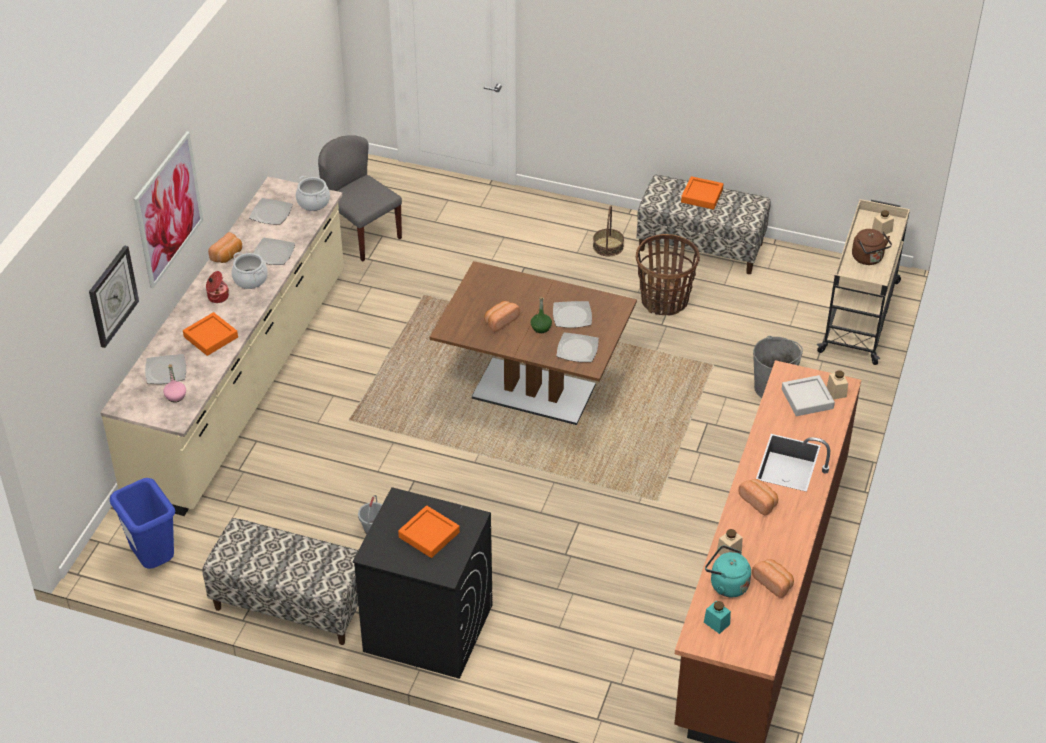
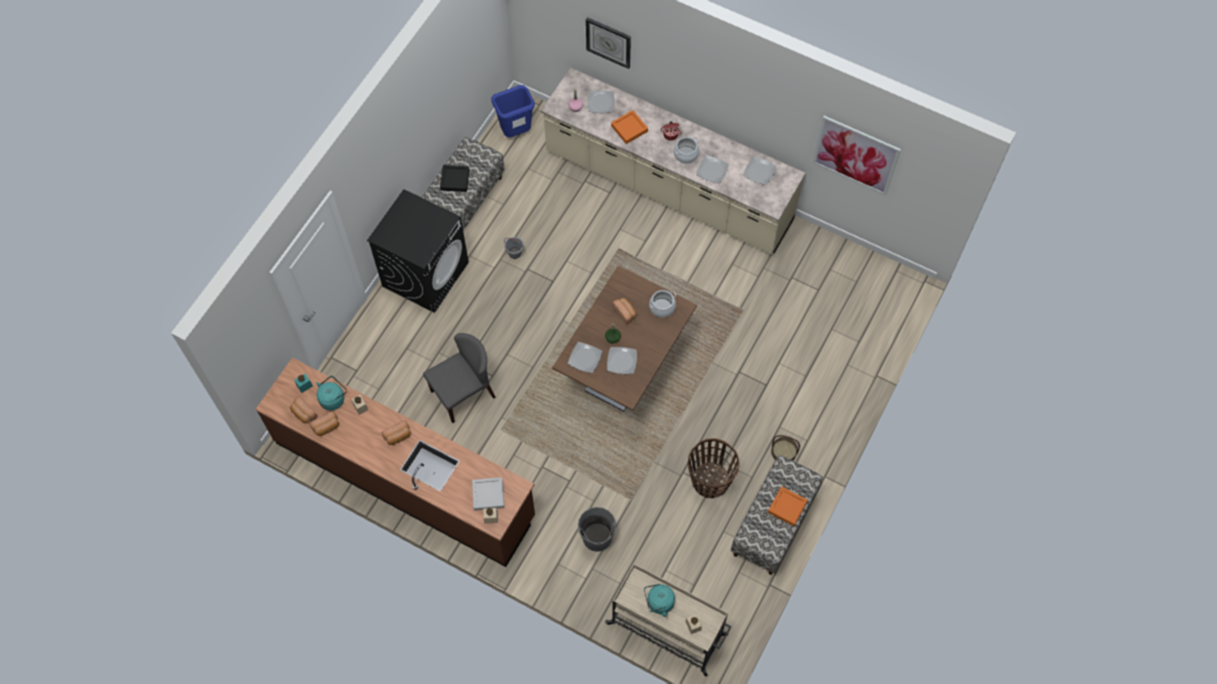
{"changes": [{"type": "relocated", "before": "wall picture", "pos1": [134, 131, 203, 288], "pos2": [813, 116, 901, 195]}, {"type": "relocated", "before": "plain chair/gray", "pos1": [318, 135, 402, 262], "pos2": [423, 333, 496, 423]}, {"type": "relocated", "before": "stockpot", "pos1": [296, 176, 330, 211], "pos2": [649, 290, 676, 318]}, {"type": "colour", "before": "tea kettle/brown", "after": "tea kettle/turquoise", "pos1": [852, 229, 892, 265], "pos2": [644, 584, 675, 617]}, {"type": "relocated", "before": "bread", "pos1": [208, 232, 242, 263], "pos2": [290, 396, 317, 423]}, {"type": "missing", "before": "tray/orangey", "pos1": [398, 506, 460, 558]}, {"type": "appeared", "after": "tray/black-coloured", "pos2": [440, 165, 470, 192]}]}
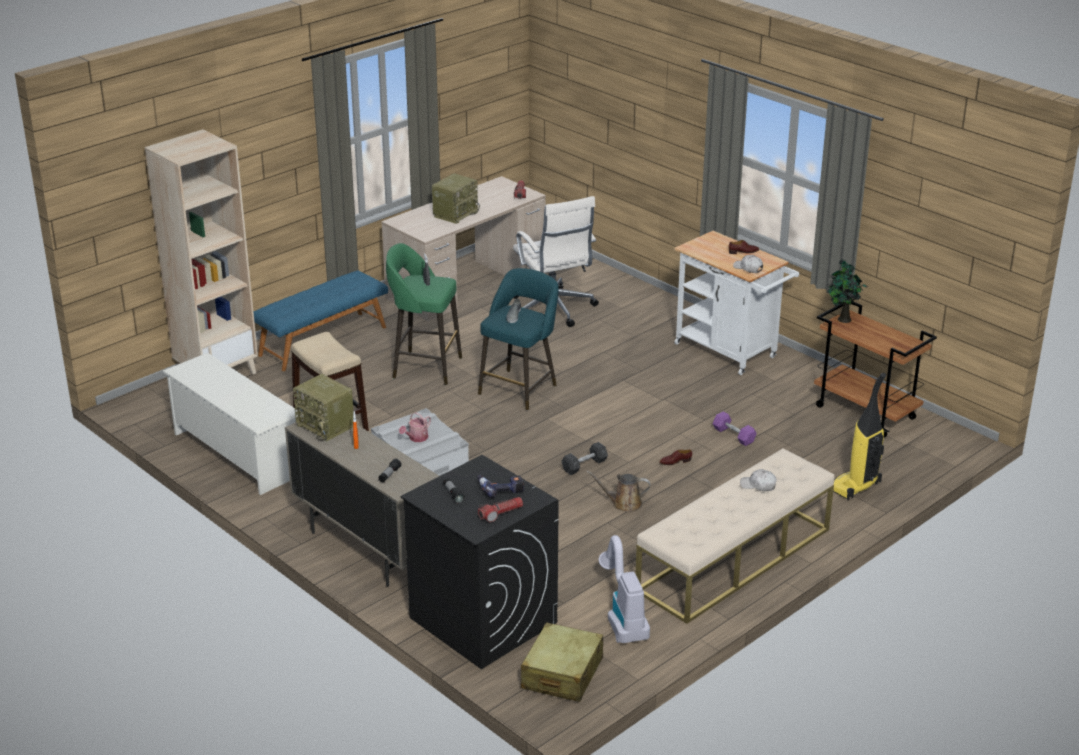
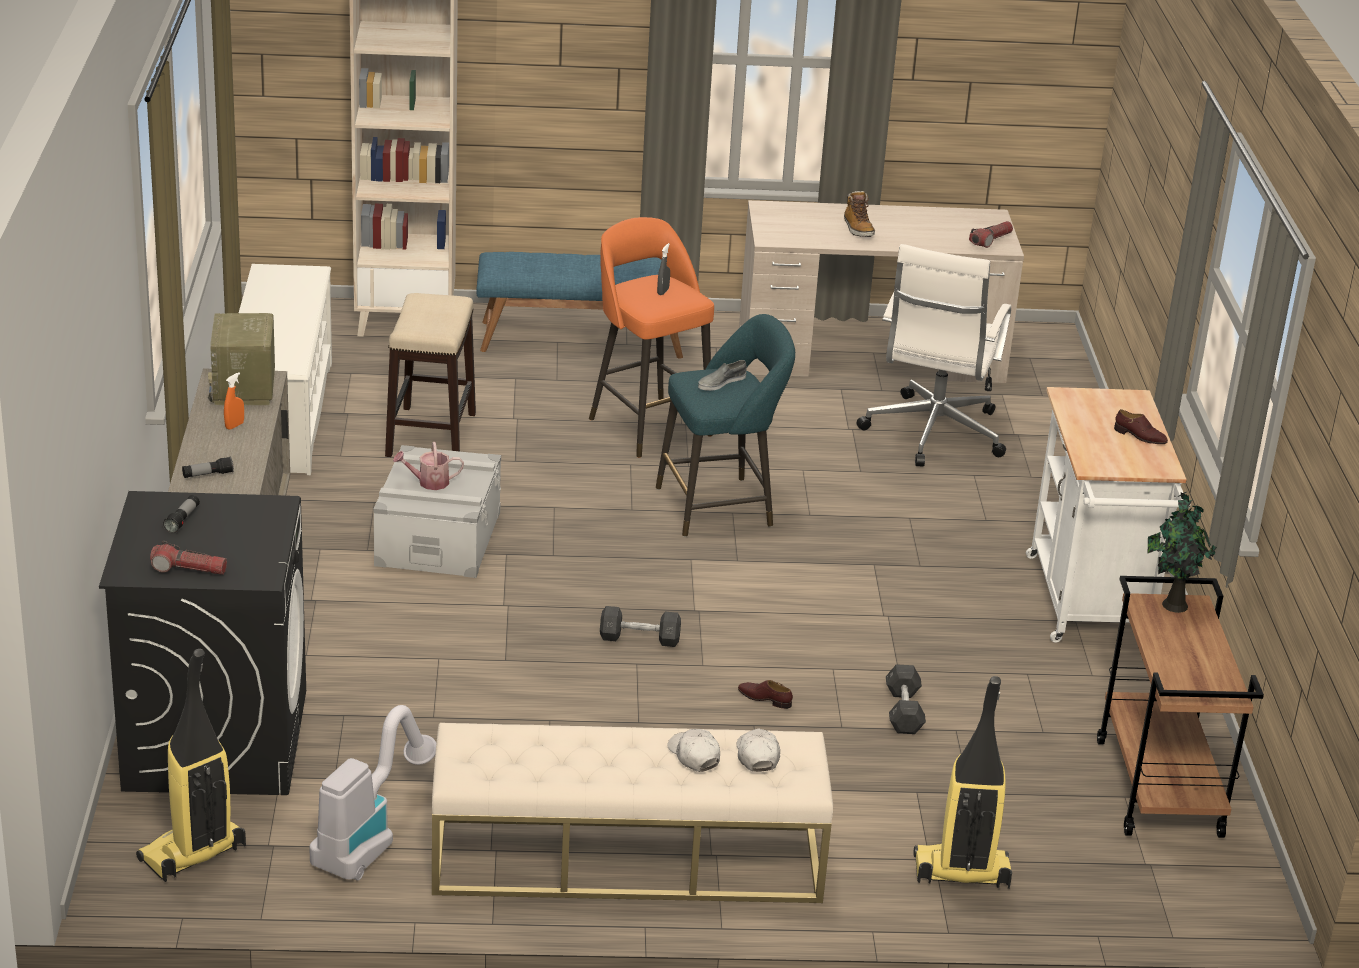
{"changes": [{"type": "exchanged", "before": "radio set", "after": "boot", "pos1": [432, 173, 480, 224], "pos2": [844, 191, 875, 237]}, {"type": "colour", "before": "sitting stool/greenish", "after": "sitting stool/orangey", "pos1": [386, 243, 462, 385], "pos2": [589, 217, 714, 458]}, {"type": "relocated", "before": "cap/whitish", "pos1": [733, 255, 763, 273], "pos2": [736, 729, 780, 772]}, {"type": "colour", "before": "hand weight/purplish", "after": "hand weight/gray", "pos1": [712, 411, 757, 446], "pos2": [886, 664, 926, 734]}, {"type": "missing", "before": "sprinkling can/brown", "pos1": [587, 471, 650, 512]}, {"type": "missing", "before": "drill", "pos1": [477, 475, 524, 498]}, {"type": "exchanged", "before": "travel case/beige", "after": "vacuum cleaner", "pos1": [521, 622, 603, 702], "pos2": [136, 649, 246, 882]}]}
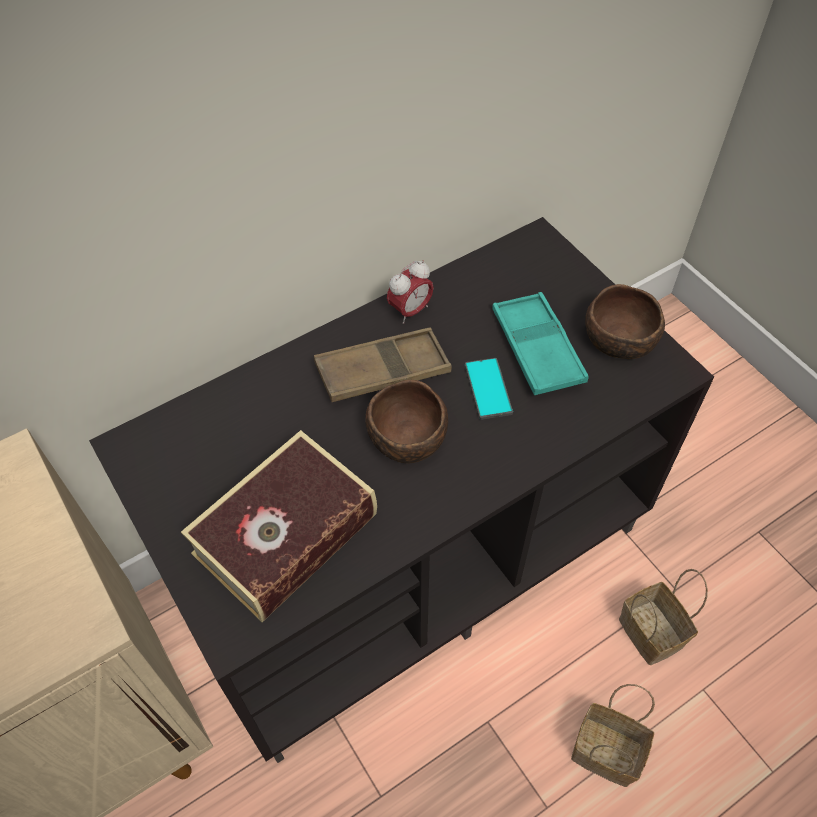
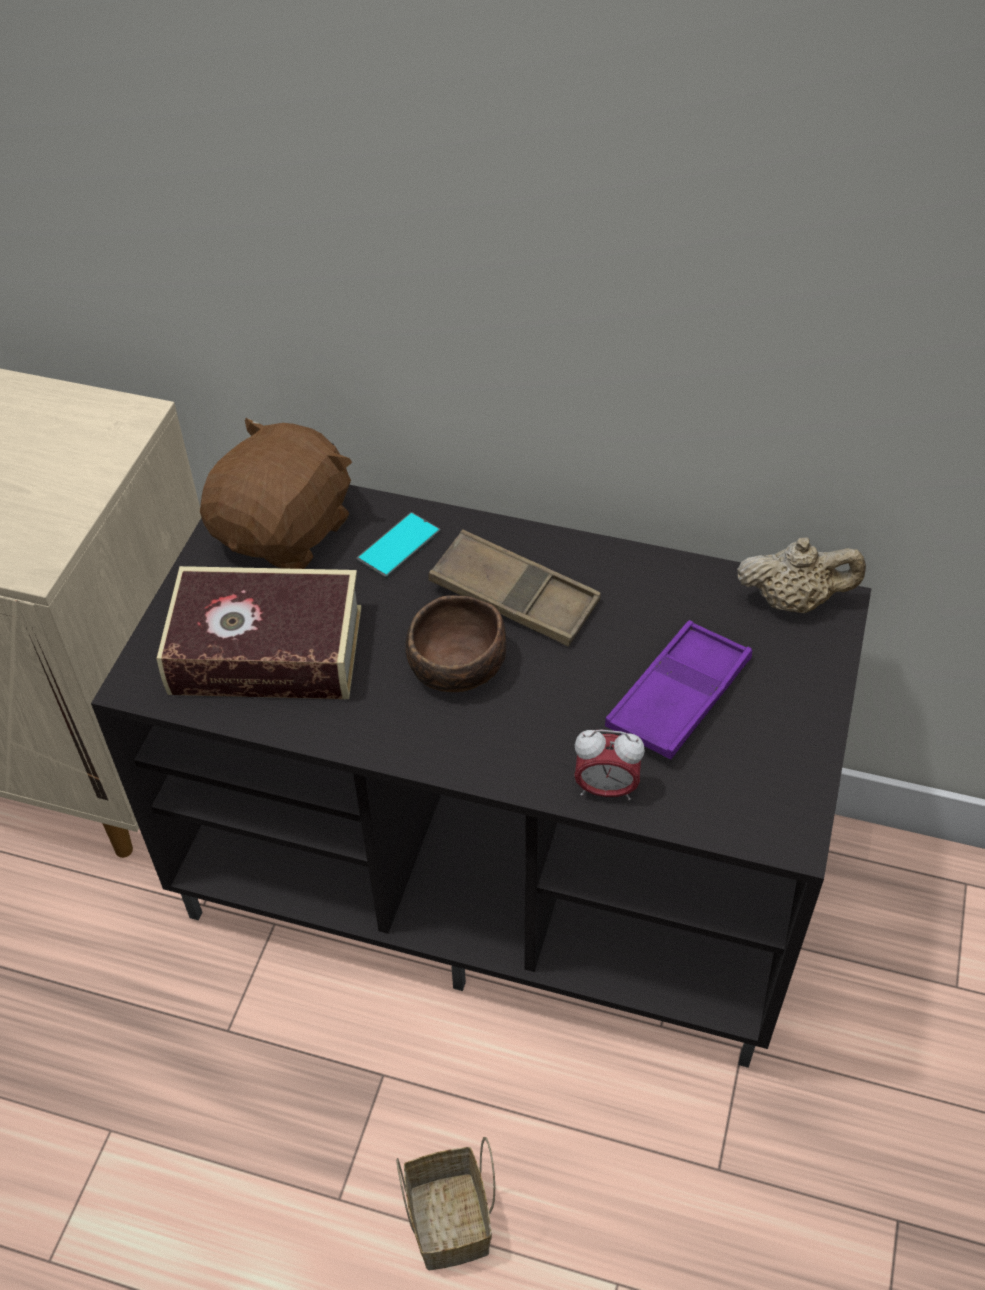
{"changes": [{"type": "relocated", "before": "table clock", "pos1": [387, 260, 434, 324], "pos2": [574, 729, 645, 800]}, {"type": "missing", "before": "bowl/brown", "pos1": [585, 284, 665, 359]}, {"type": "colour", "before": "tray/turquoise", "after": "tray/purplish", "pos1": [492, 292, 589, 395], "pos2": [605, 620, 752, 759]}, {"type": "relocated", "before": "telephone", "pos1": [465, 358, 513, 420], "pos2": [356, 512, 441, 579]}, {"type": "missing", "before": "storage basket", "pos1": [619, 569, 708, 665]}, {"type": "appeared", "after": "soft toy/brown", "pos2": [200, 418, 352, 569]}, {"type": "appeared", "after": "pot for tea/beige", "pos2": [737, 537, 866, 613]}]}
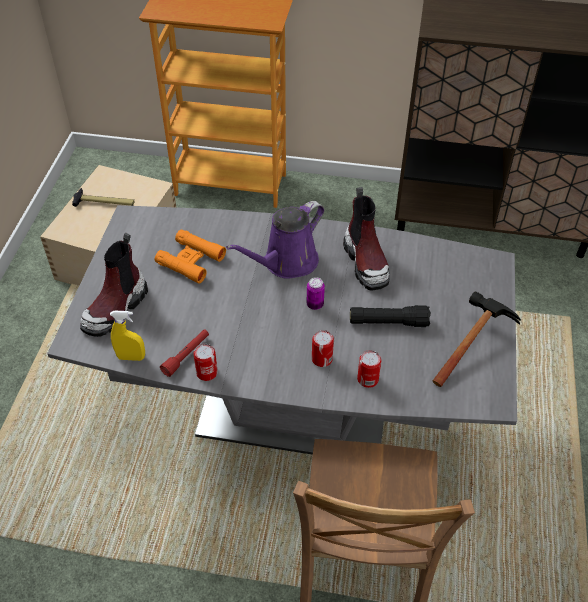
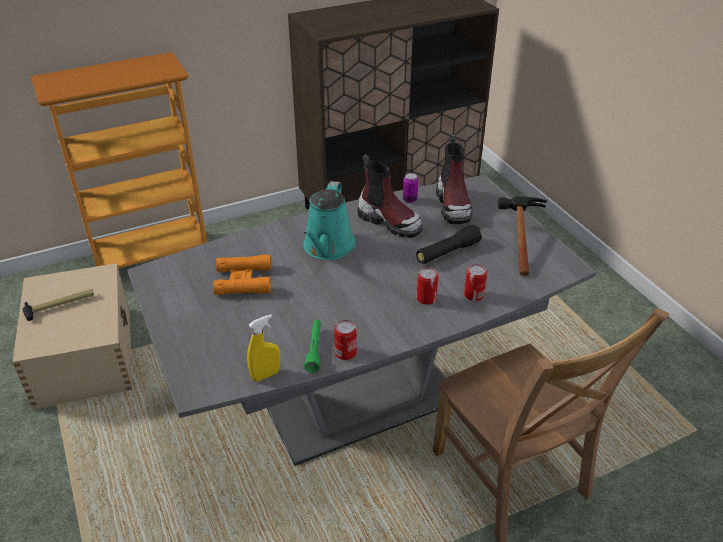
{"changes": [{"type": "colour", "before": "sprinkling can/purplish", "after": "sprinkling can/turquoise", "pos1": [226, 201, 324, 279], "pos2": [303, 181, 356, 260]}, {"type": "relocated", "before": "boot", "pos1": [80, 233, 148, 337], "pos2": [436, 135, 472, 224]}, {"type": "relocated", "before": "can", "pos1": [307, 277, 325, 310], "pos2": [403, 173, 419, 203]}, {"type": "colour", "before": "hand torch/red", "after": "hand torch/greenish", "pos1": [160, 329, 209, 377], "pos2": [304, 320, 321, 373]}]}
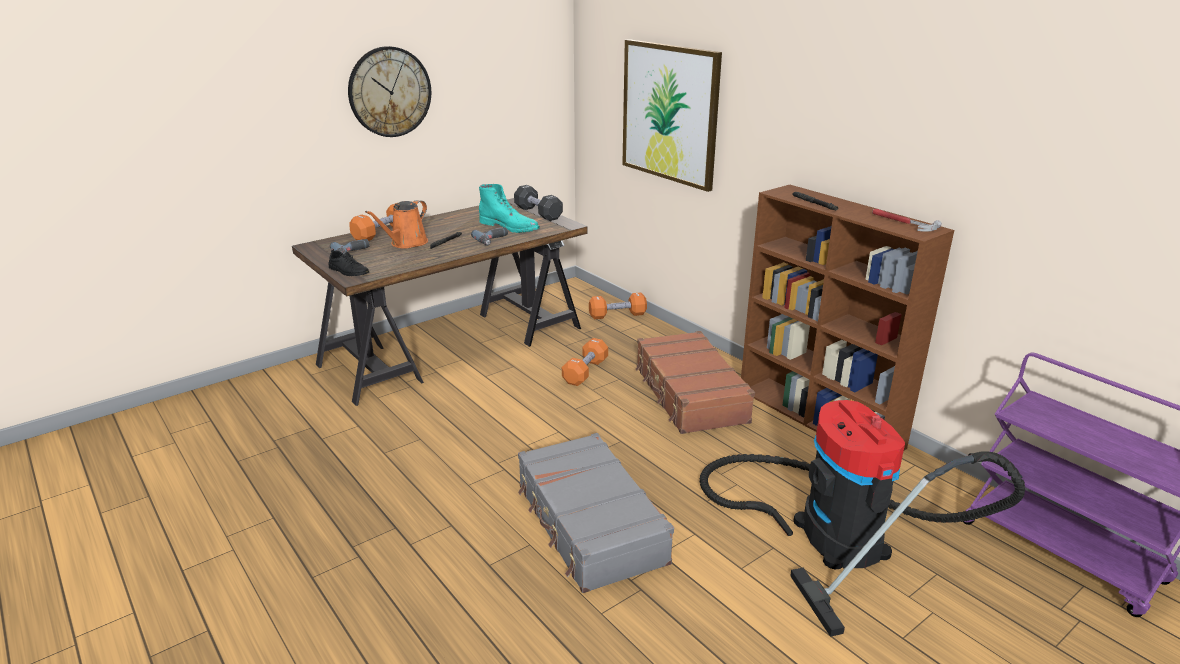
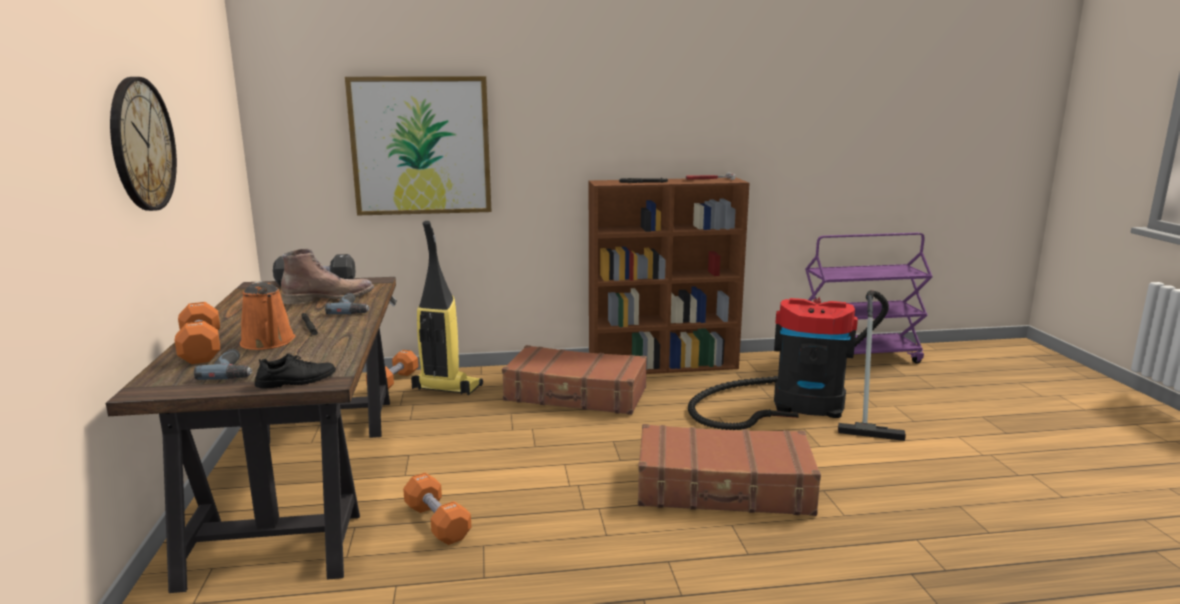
{"changes": [{"type": "colour", "before": "boot/turquoise", "after": "boot/brown", "pos1": [479, 184, 540, 233], "pos2": [281, 249, 374, 304]}, {"type": "relocated", "before": "hand weight/orangey", "pos1": [562, 338, 608, 386], "pos2": [403, 473, 471, 545]}, {"type": "colour", "before": "travel case/gray", "after": "travel case/brown", "pos1": [518, 433, 674, 593], "pos2": [638, 424, 821, 516]}, {"type": "appeared", "after": "vacuum cleaner", "pos2": [411, 221, 483, 395]}]}
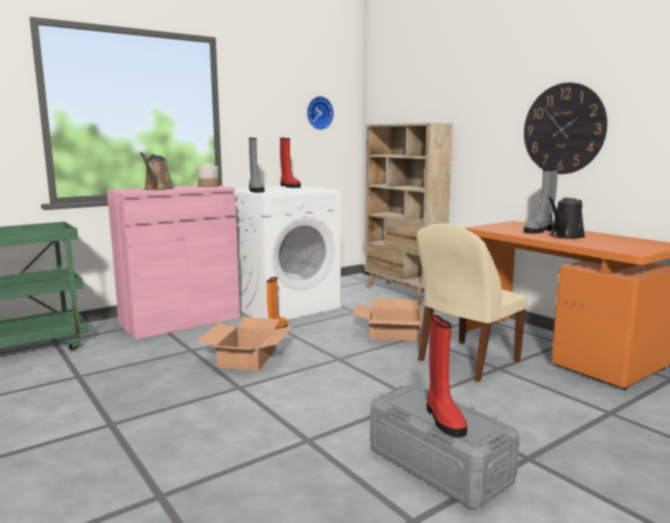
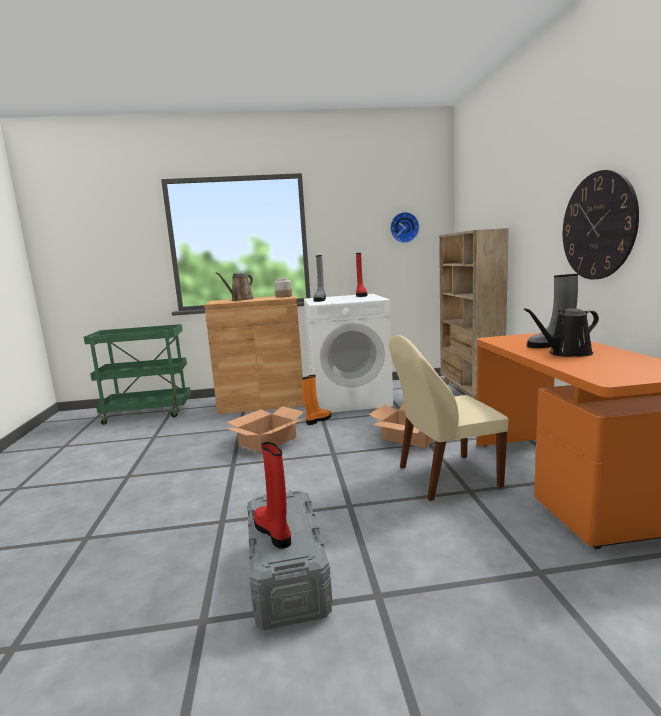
{"changes": [{"type": "colour", "before": "cupboard/pink-coloured", "after": "cupboard/brown", "pos1": [107, 185, 240, 339], "pos2": [204, 295, 305, 414]}, {"type": "spun", "before": "boot/red", "pos1": [427, 315, 467, 438], "pos2": [254, 442, 291, 549], "turn": 135}]}
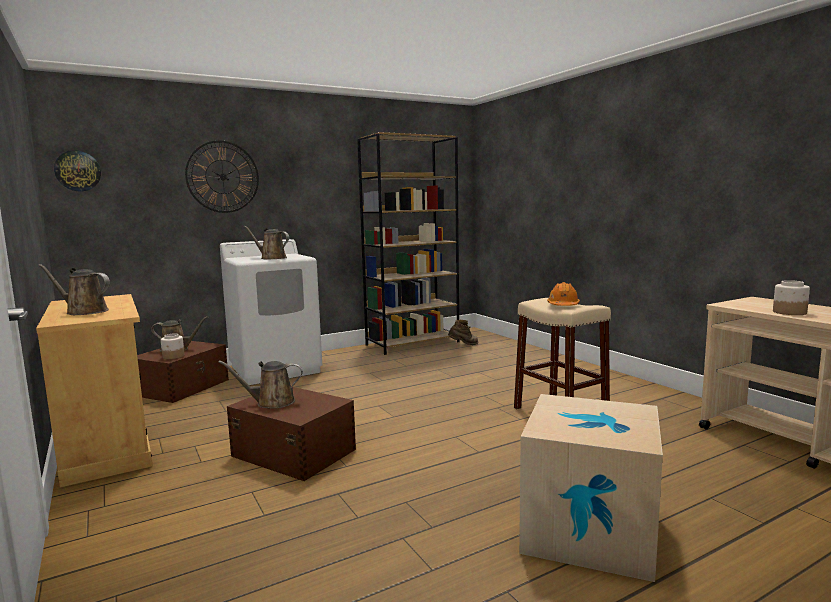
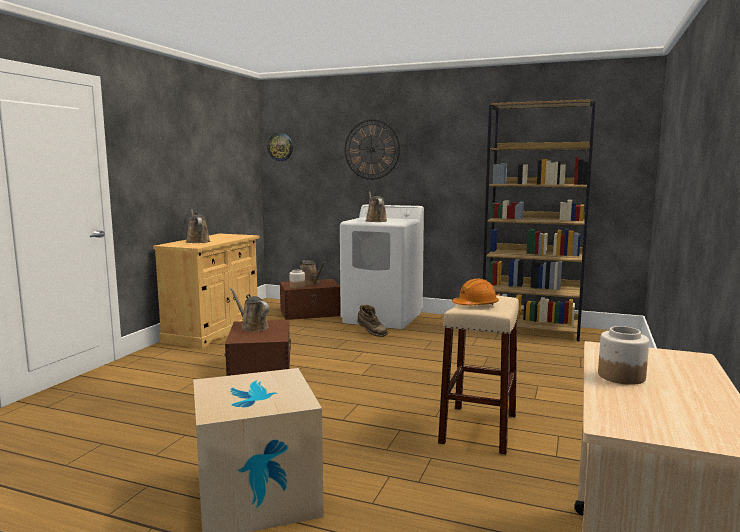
{"changes": [{"type": "relocated", "before": "boot/brown", "pos1": [448, 320, 478, 345], "pos2": [357, 305, 388, 337]}]}
